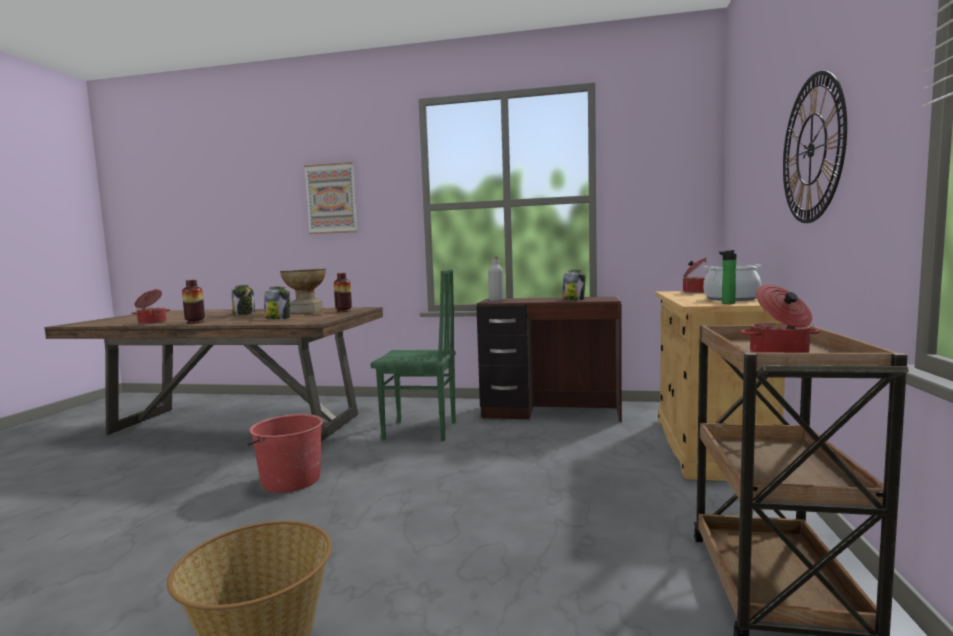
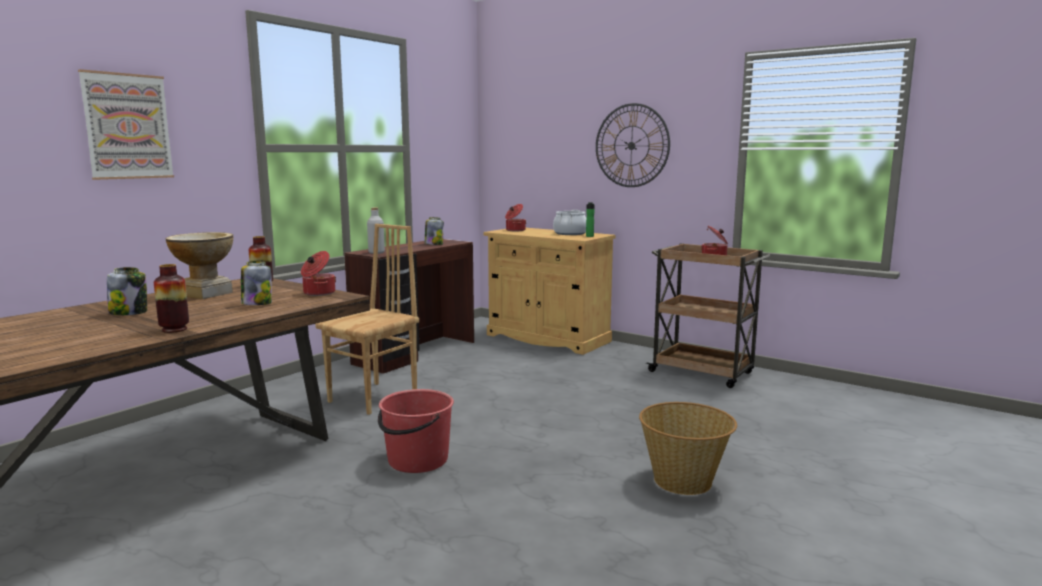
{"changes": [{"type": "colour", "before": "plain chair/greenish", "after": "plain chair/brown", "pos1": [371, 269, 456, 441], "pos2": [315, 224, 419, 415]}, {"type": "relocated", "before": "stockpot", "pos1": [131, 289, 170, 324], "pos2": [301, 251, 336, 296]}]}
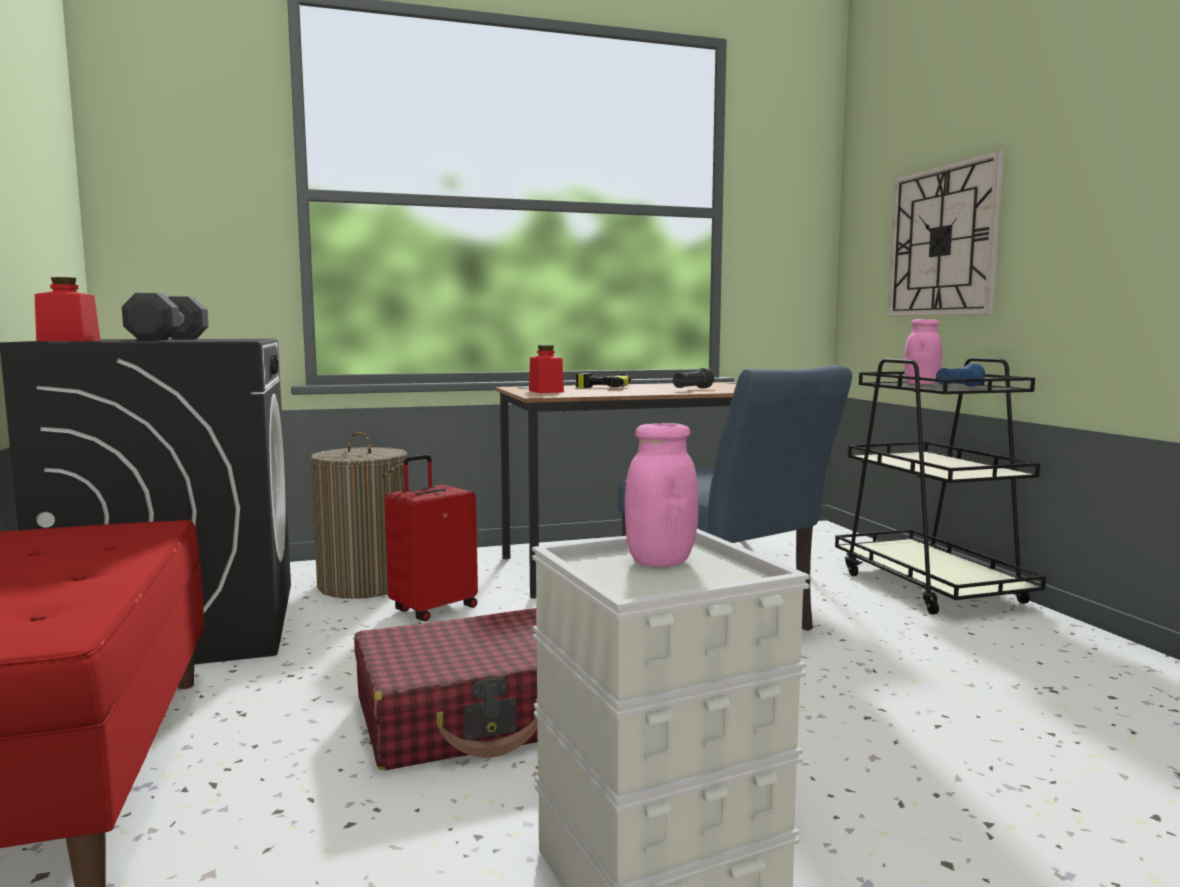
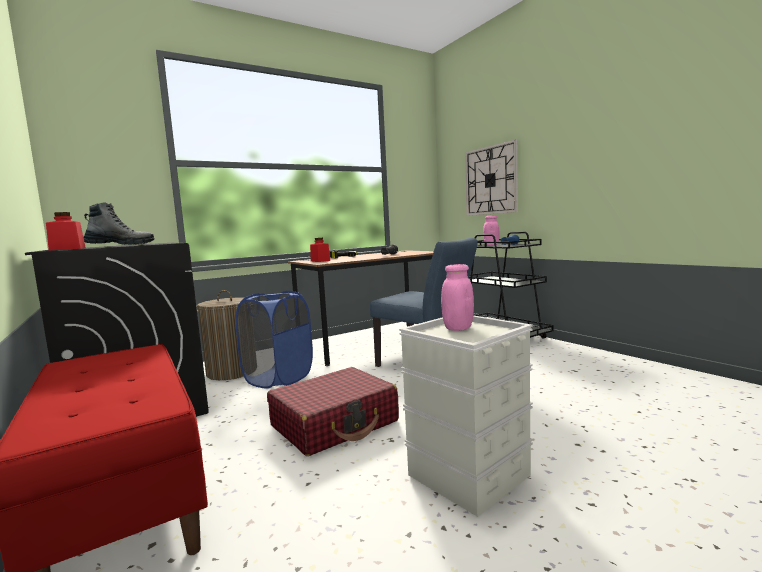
{"changes": [{"type": "exchanged", "before": "hand weight/black-coloured", "after": "boot", "pos1": [122, 293, 209, 340], "pos2": [84, 202, 154, 245]}, {"type": "exchanged", "before": "travel case/red", "after": "hamper/blue", "pos1": [384, 454, 478, 622], "pos2": [235, 291, 313, 389]}]}
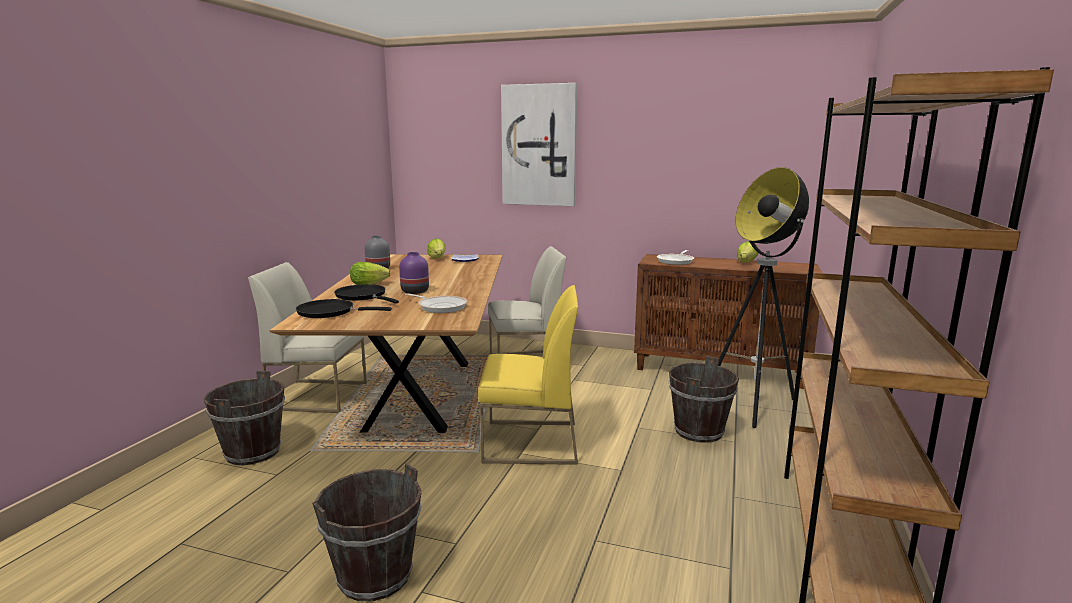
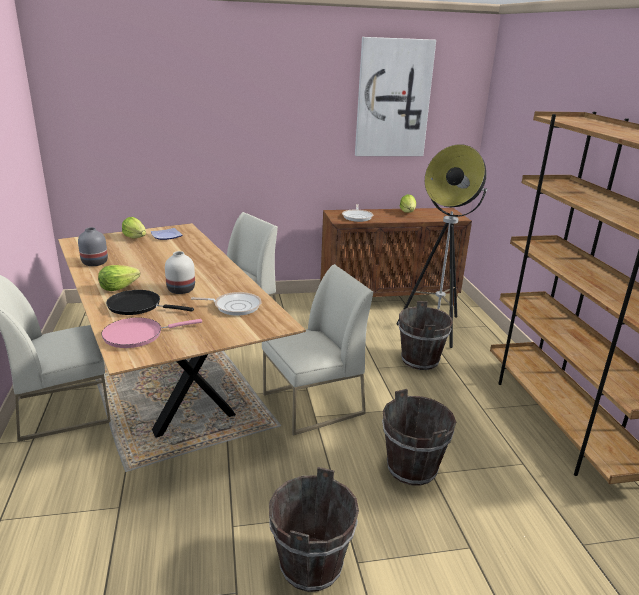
{"changes": [{"type": "relocated", "before": "wall picture", "pos1": [501, 83, 577, 206], "pos2": [355, 37, 436, 156]}, {"type": "colour", "before": "flower vase/purplish", "after": "flower vase/whitish", "pos1": [399, 252, 429, 294], "pos2": [165, 251, 195, 294]}, {"type": "colour", "before": "plain chair/yellowish", "after": "plain chair/whitish", "pos1": [478, 285, 578, 465], "pos2": [262, 264, 373, 436]}, {"type": "colour", "before": "pan/black-coloured", "after": "pan/pink-coloured", "pos1": [296, 299, 392, 318], "pos2": [101, 318, 202, 348]}, {"type": "relocated", "before": "water bucket/brown", "pos1": [203, 371, 285, 465], "pos2": [382, 389, 456, 486]}]}
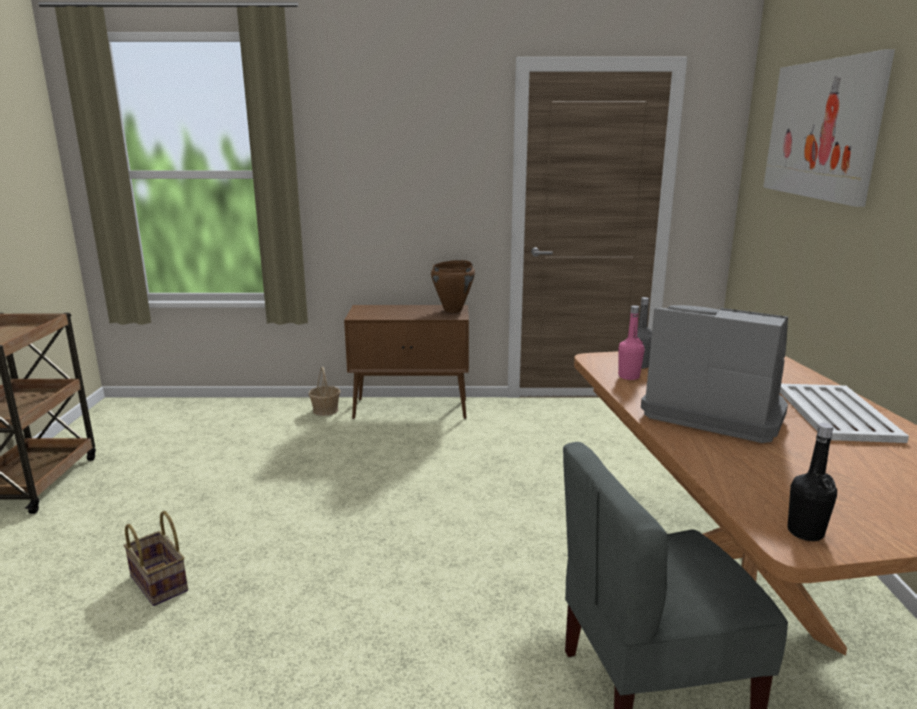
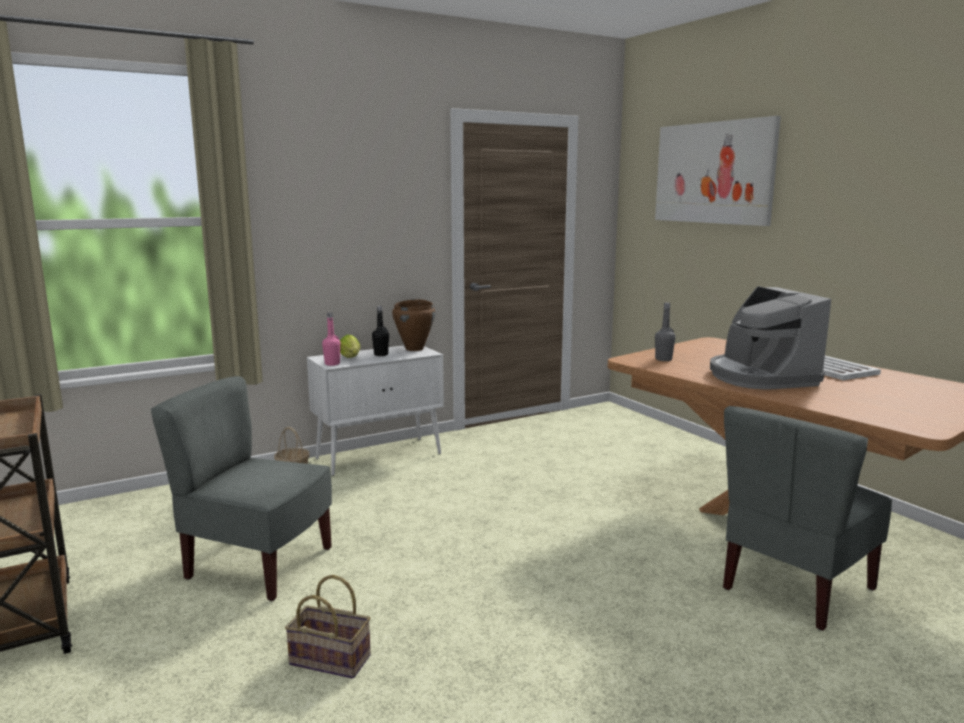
{"changes": [{"type": "colour", "before": "cupboard/brown", "after": "cupboard/whitish", "pos1": [344, 305, 469, 419], "pos2": [307, 345, 444, 476]}, {"type": "relocated", "before": "drink bottle/pink-coloured", "pos1": [618, 305, 645, 380], "pos2": [322, 312, 341, 366]}, {"type": "spun", "before": "coffee maker", "pos1": [641, 305, 788, 443], "pos2": [710, 286, 831, 390], "turn": -105}, {"type": "relocated", "before": "drink bottle/black-coloured", "pos1": [787, 423, 837, 541], "pos2": [372, 306, 389, 356]}, {"type": "appeared", "after": "lettuce", "pos2": [340, 334, 361, 358]}, {"type": "appeared", "after": "plain chair/gray", "pos2": [151, 376, 332, 601]}]}
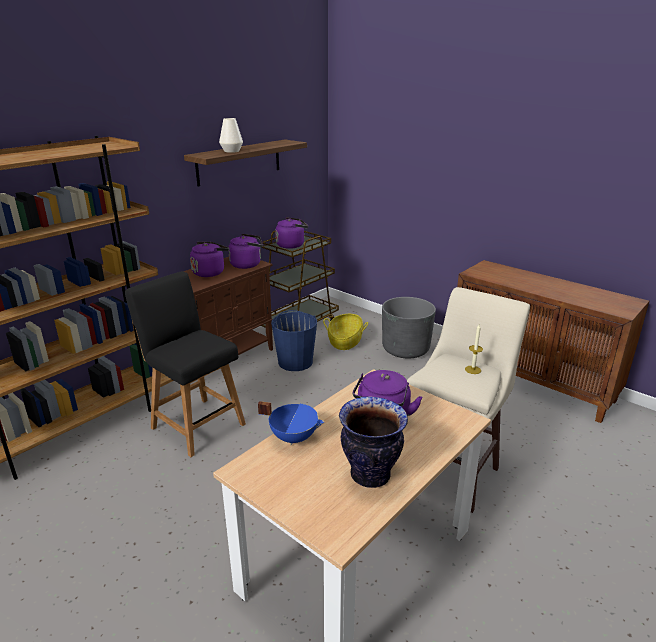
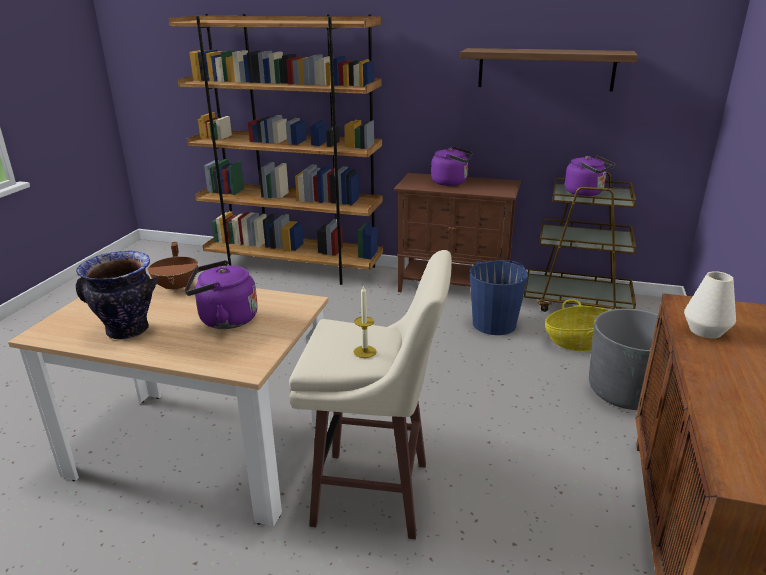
{"changes": [{"type": "relocated", "before": "flower vase/whitish", "pos1": [219, 118, 243, 153], "pos2": [684, 271, 736, 339]}, {"type": "missing", "before": "tea kettle/purplish", "pos1": [228, 234, 263, 269]}, {"type": "missing", "before": "plain chair/black-coloured", "pos1": [125, 271, 246, 457]}, {"type": "colour", "before": "stockpot/blue", "after": "stockpot/brown", "pos1": [258, 401, 324, 445], "pos2": [148, 242, 198, 292]}]}
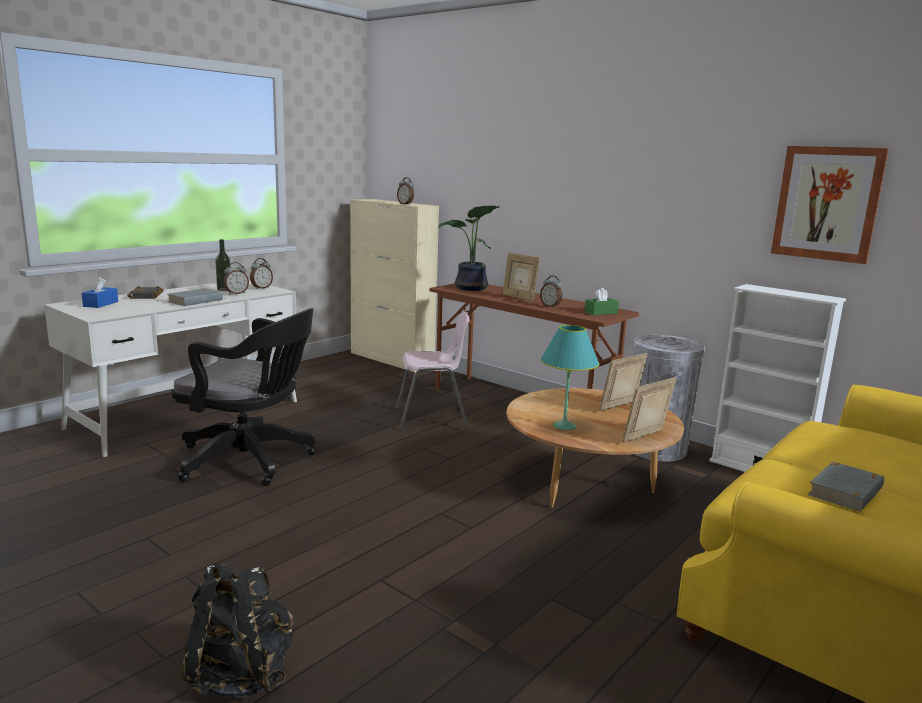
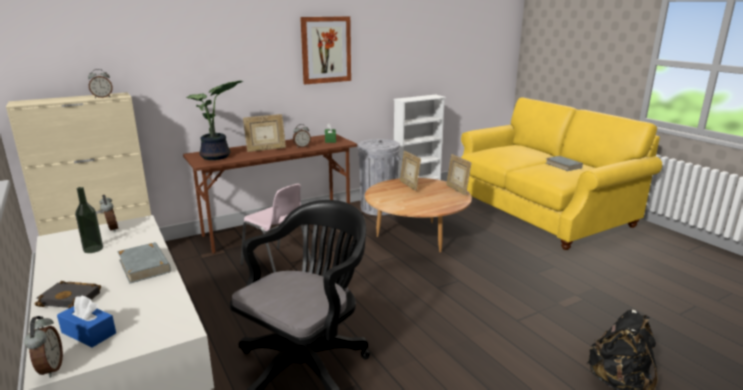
{"changes": [{"type": "relocated", "before": "wall picture", "pos1": [771, 146, 889, 264], "pos2": [300, 16, 351, 84]}, {"type": "relocated", "before": "table clock", "pos1": [223, 262, 249, 294], "pos2": [24, 316, 63, 378]}, {"type": "spun", "before": "plain chair/pink-coloured", "pos1": [396, 312, 470, 430], "pos2": [241, 184, 311, 273], "turn": 120}, {"type": "missing", "before": "lamp for a table/turquoise", "pos1": [540, 325, 599, 430]}]}
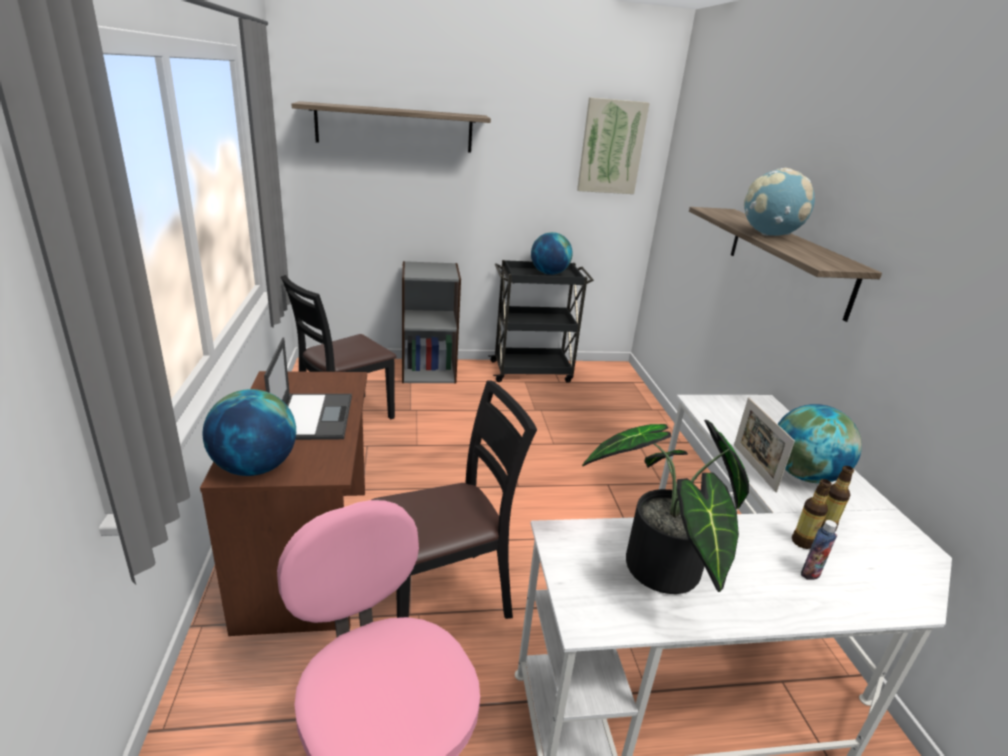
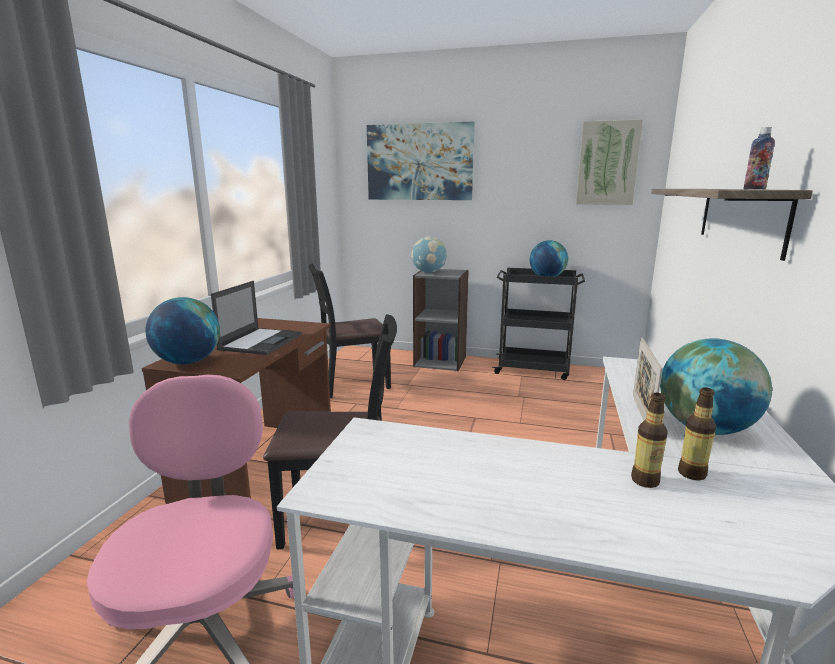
{"changes": [{"type": "exchanged", "before": "wall shelf", "after": "wall picture", "pos1": [291, 101, 491, 153], "pos2": [367, 121, 474, 200]}, {"type": "relocated", "before": "world globe", "pos1": [744, 168, 815, 236], "pos2": [411, 236, 446, 273]}, {"type": "missing", "before": "houseplant", "pos1": [582, 420, 749, 594]}, {"type": "relocated", "before": "drink bottle", "pos1": [801, 520, 837, 580], "pos2": [743, 127, 775, 189]}]}
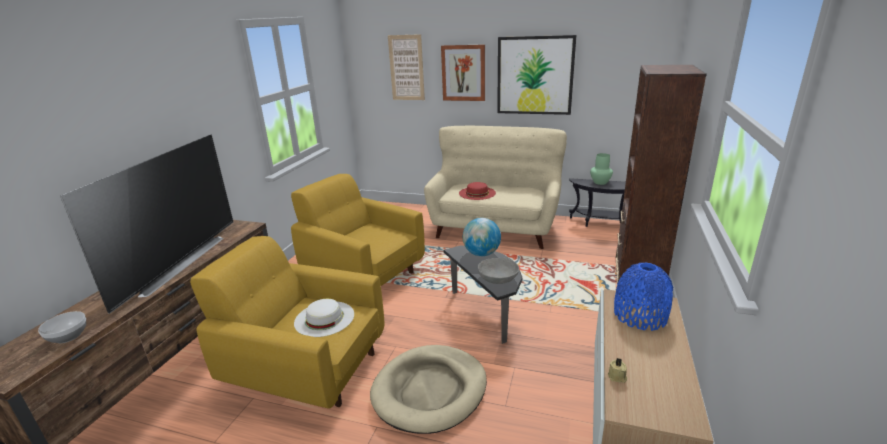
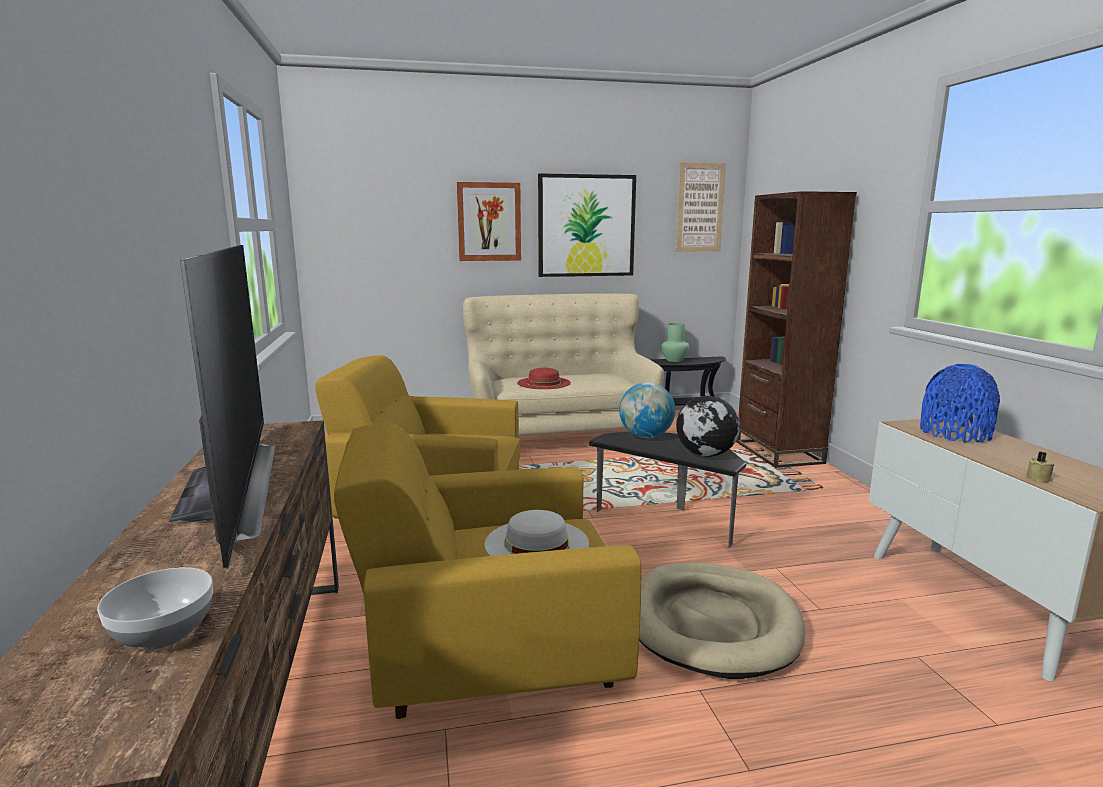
{"changes": [{"type": "relocated", "before": "wall picture", "pos1": [388, 34, 425, 100], "pos2": [676, 162, 726, 252]}, {"type": "exchanged", "before": "bowl/gray", "after": "world globe", "pos1": [478, 258, 519, 284], "pos2": [676, 396, 740, 457]}]}
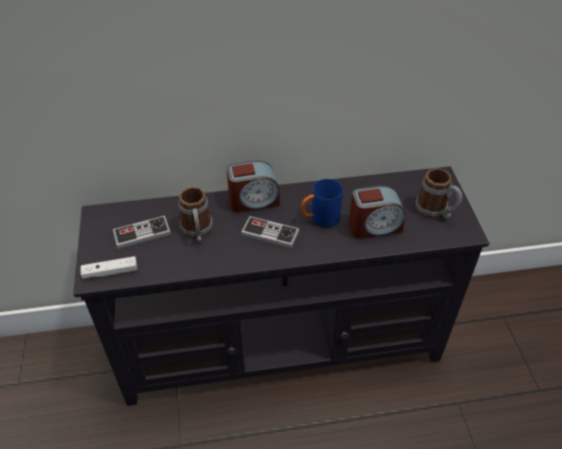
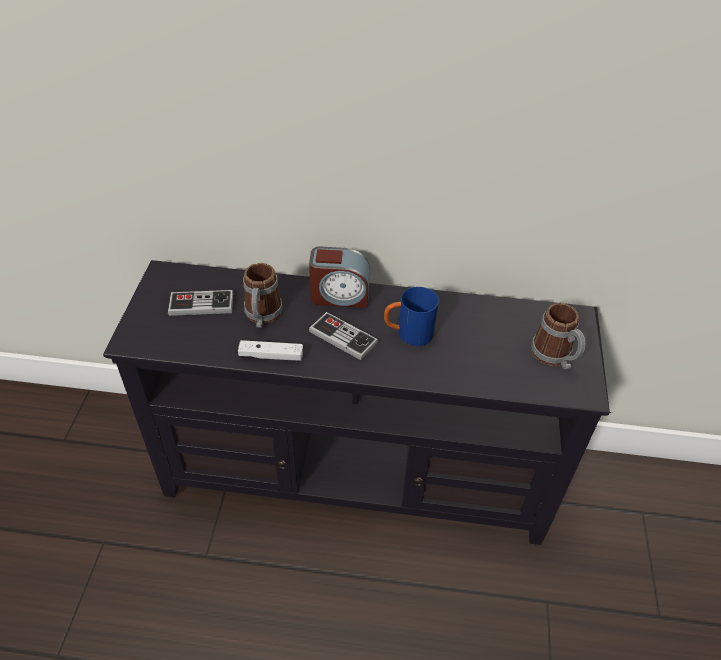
{"changes": [{"type": "missing", "before": "table clock", "pos1": [349, 185, 406, 239]}, {"type": "relocated", "before": "joypad/whitish", "pos1": [80, 256, 137, 279], "pos2": [238, 340, 303, 361]}]}
